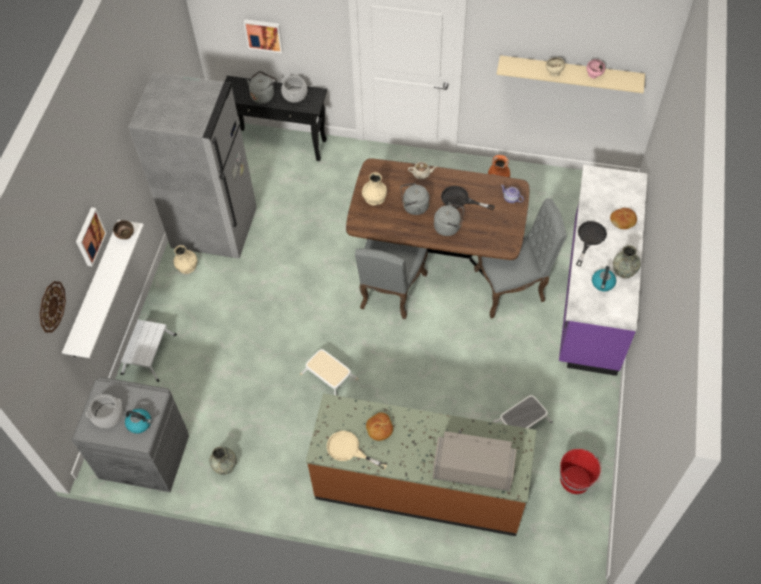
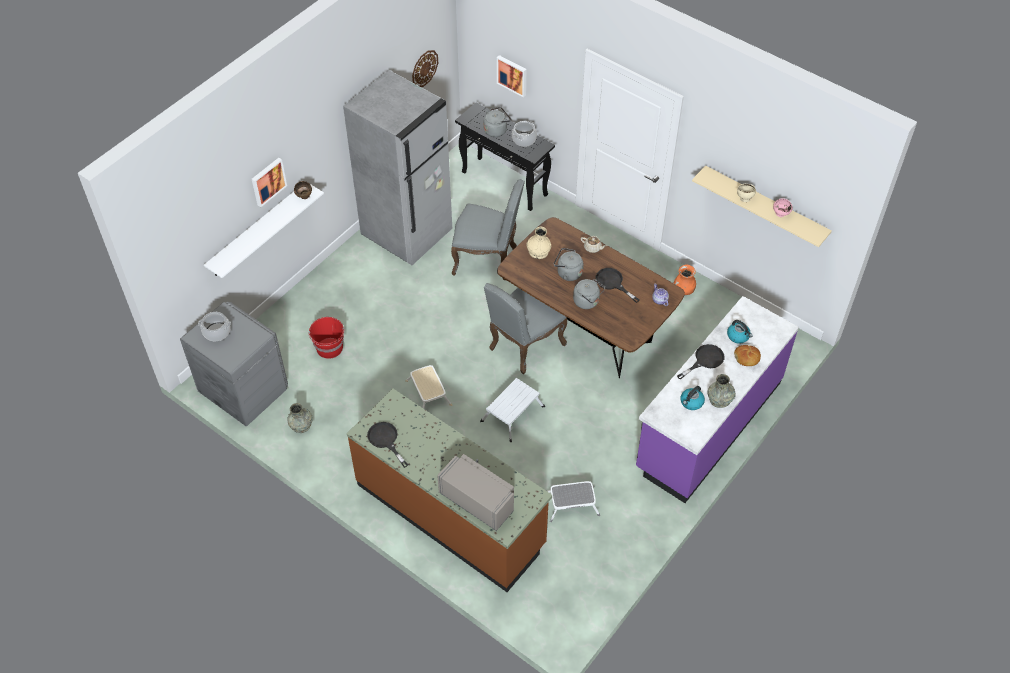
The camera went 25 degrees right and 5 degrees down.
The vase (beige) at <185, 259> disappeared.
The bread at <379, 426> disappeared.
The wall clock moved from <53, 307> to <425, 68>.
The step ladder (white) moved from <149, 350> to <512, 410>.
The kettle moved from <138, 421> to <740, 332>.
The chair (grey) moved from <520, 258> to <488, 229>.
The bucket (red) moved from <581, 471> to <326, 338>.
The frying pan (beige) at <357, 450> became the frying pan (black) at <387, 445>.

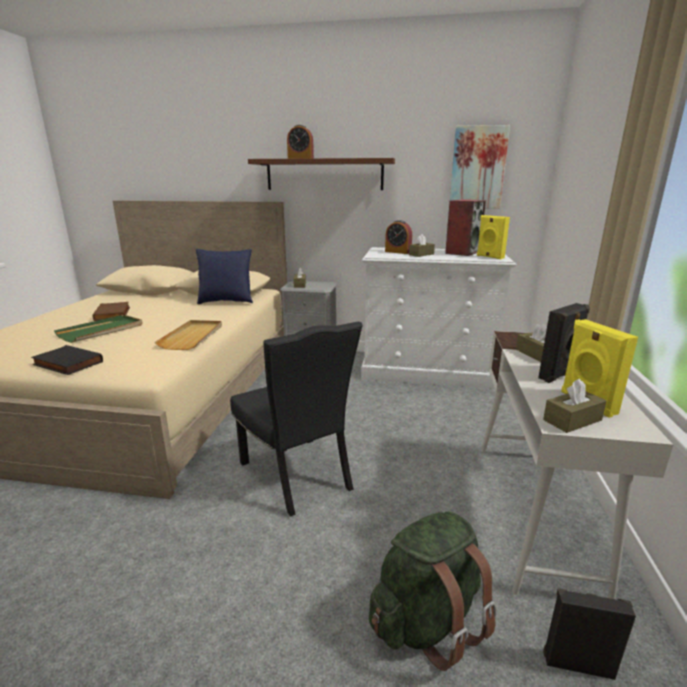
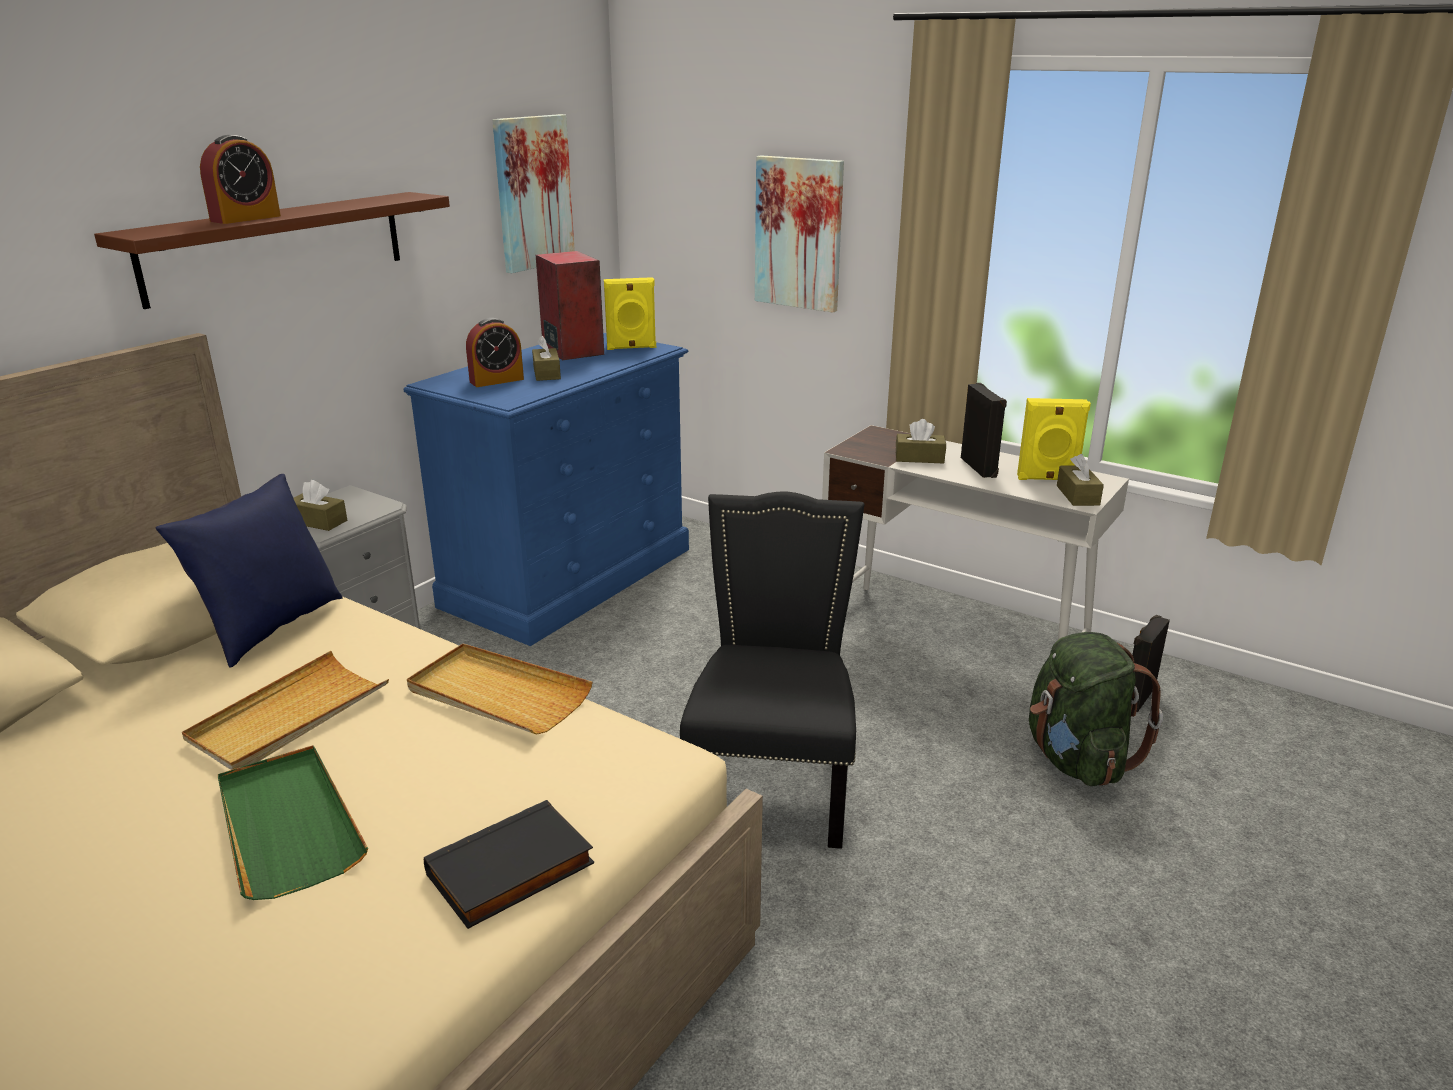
The camera went 65 degrees left and 5 degrees up.
The book (brown) at <111, 311> disappeared.
The tray (beige) at <285, 710> appeared.
The picture at <799, 234> appeared.
The dresser (white) at <439, 318> became the dresser (blue) at <546, 489>.
The chair (black) at <296, 419> turned 75 degrees counterclockwise.

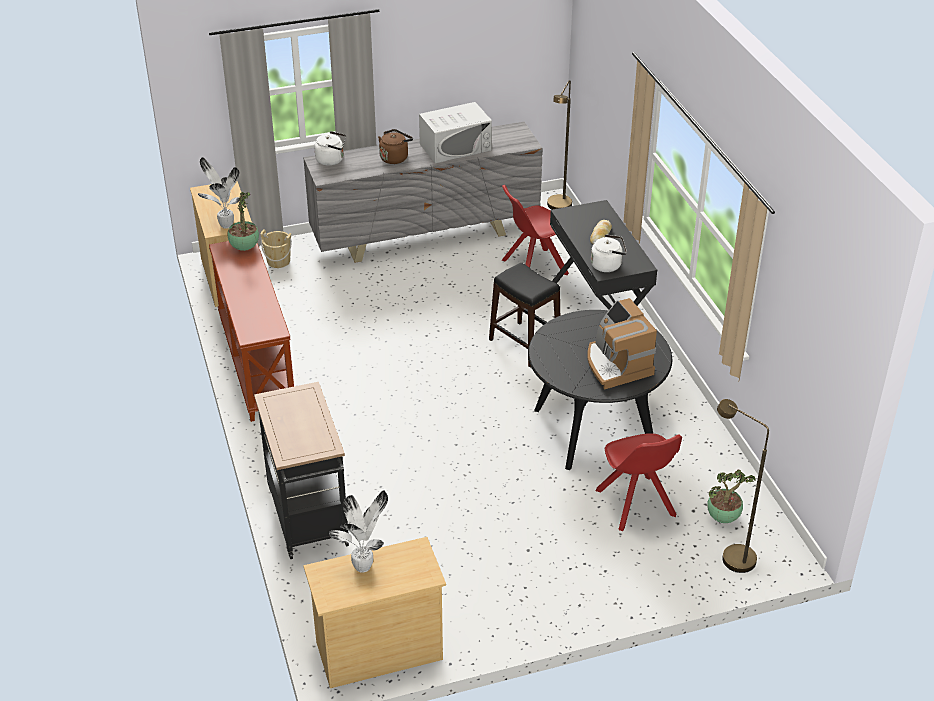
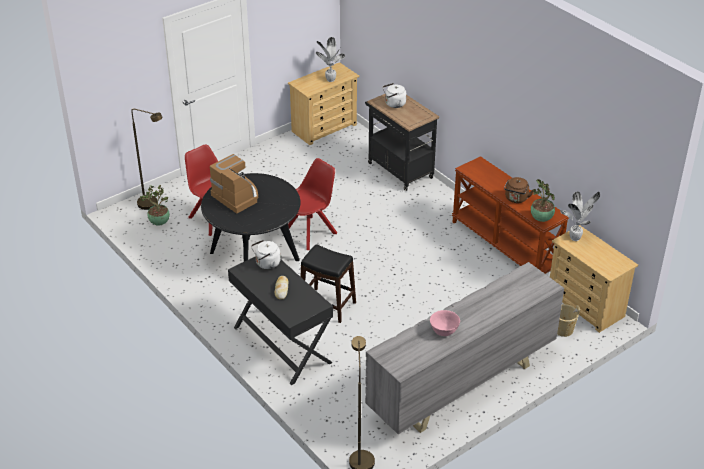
The camera went 160 degrees right and 0 degrees up.
The kettle (white) moved from <330, 148> to <394, 95>.
The kettle (brown) moved from <395, 146> to <518, 190>.
The chair (red) moved from <535, 230> to <312, 204>.
The microwave (white) at <455, 132> was replaced by the bowl (pink) at <445, 323>.

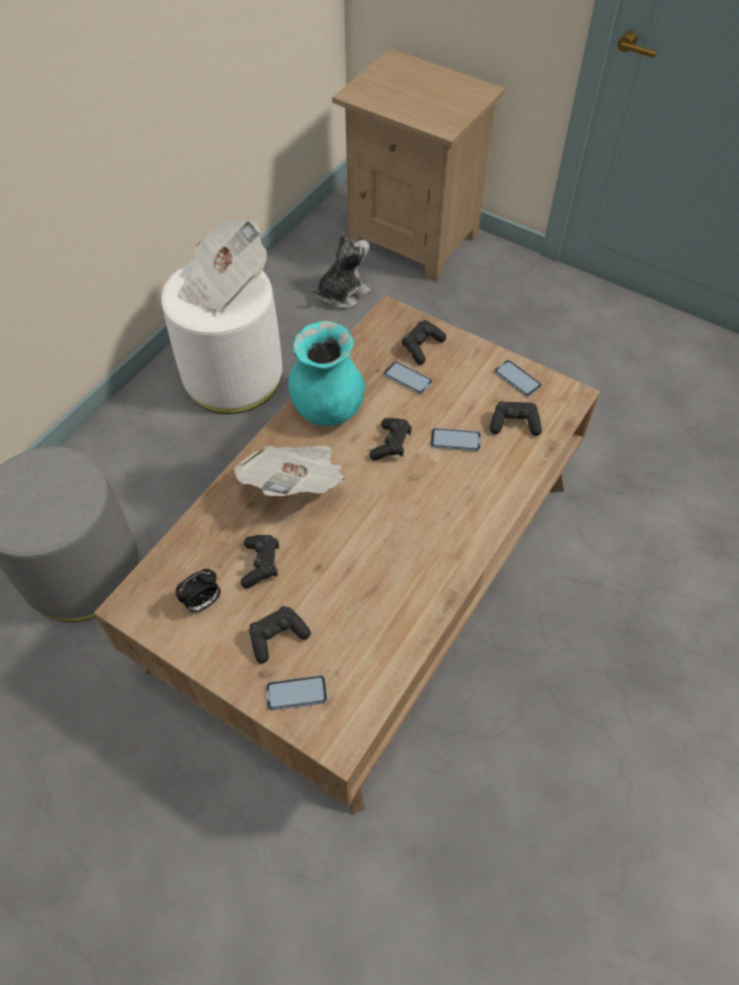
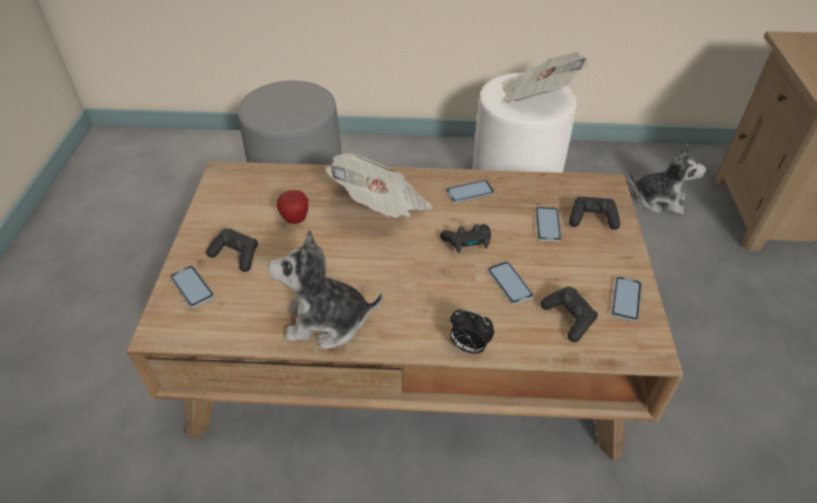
The camera went 60 degrees right and 10 degrees down.
The plush toy at <325, 289> appeared.
The alarm clock moved from <198, 590> to <472, 331>.
The game controller (black) at <260, 562> was replaced by the apple at <292, 207>.
The vase (turquoise) at <326, 373> was replaced by the phone at <470, 191>.

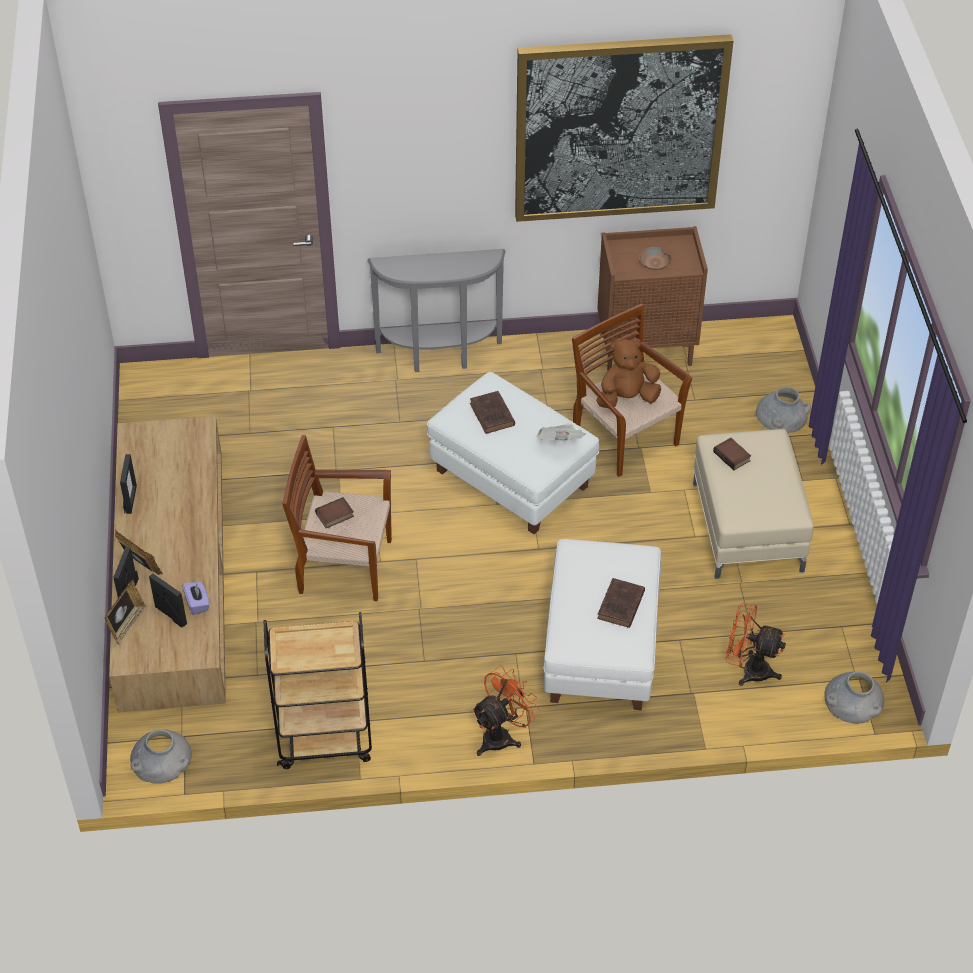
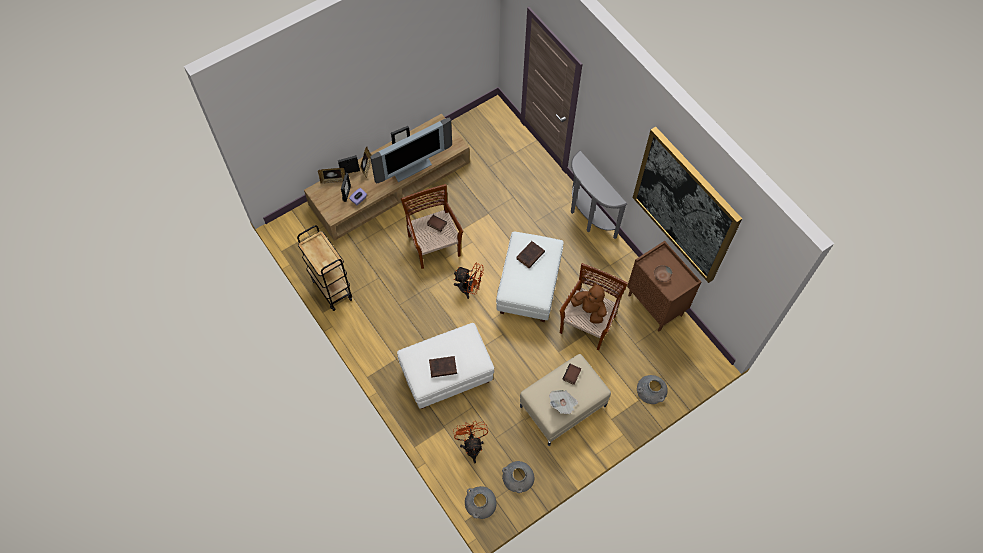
The camera went 60 degrees right and 15 degrees up.
The television at <411, 151> appeared.
The vase (grey) moved from <161, 756> to <518, 477>.
The fan (orange) moved from <506, 711> to <469, 281>.
The newspaper moved from <561, 433> to <563, 402>.

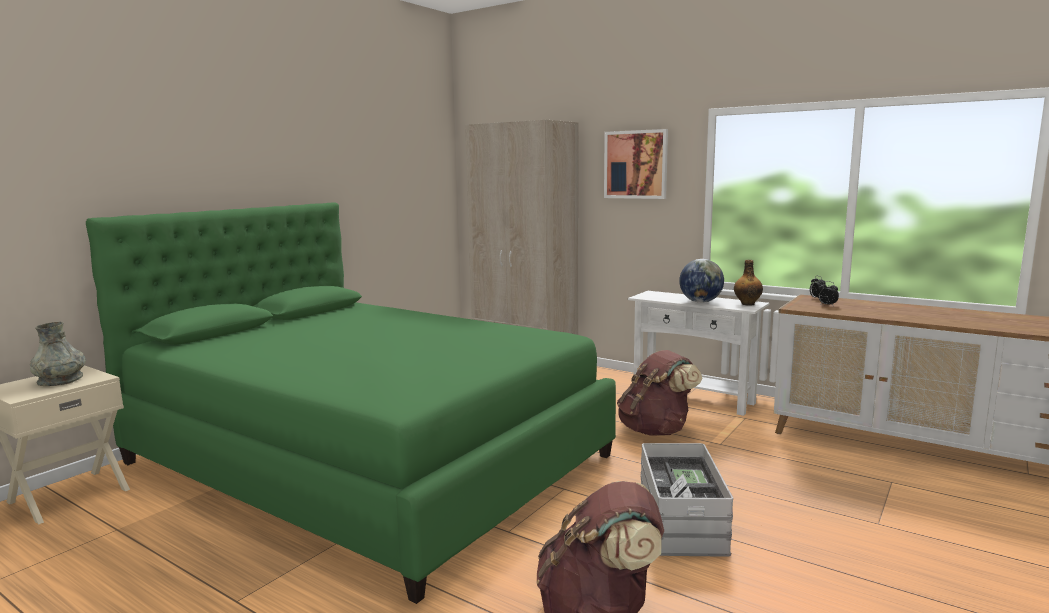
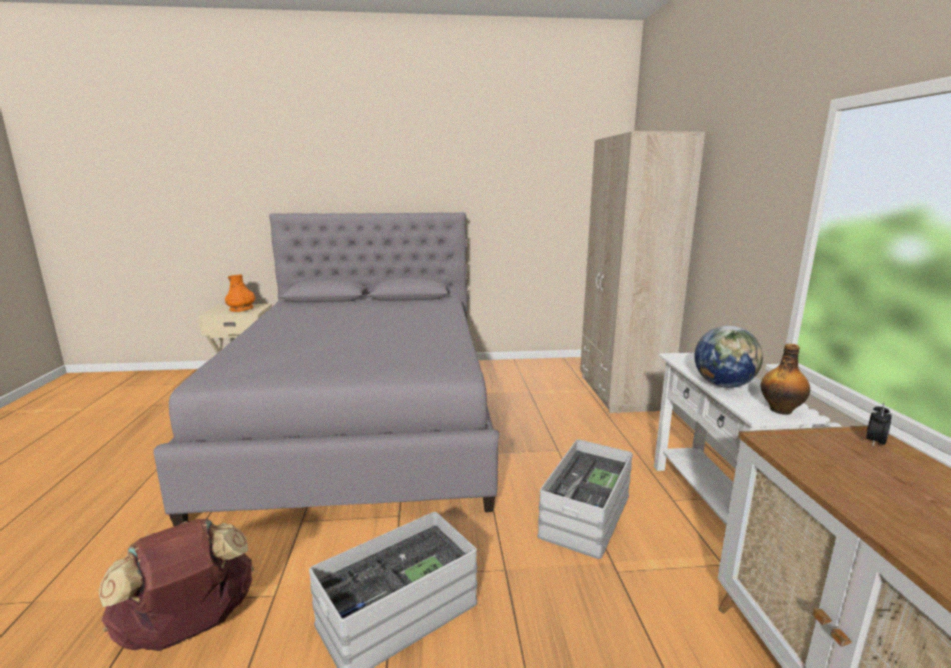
The camera went 50 degrees right and 5 degrees up.
The picture at <636, 164> disappeared.
The alarm clock at <828, 293> disappeared.
The backpack (brown) at <660, 392> was replaced by the storage box (grey) at <585, 499>.
The vase (grey) at <58, 354> became the vase (orange) at <240, 293>.
The bed (green) at <351, 403> became the bed (grey) at <326, 369>.

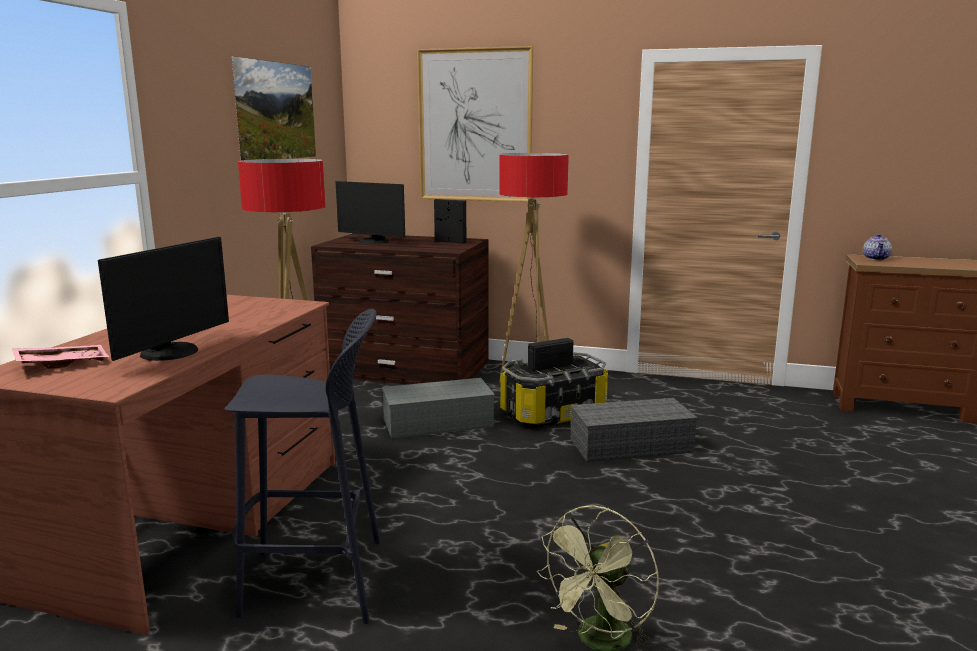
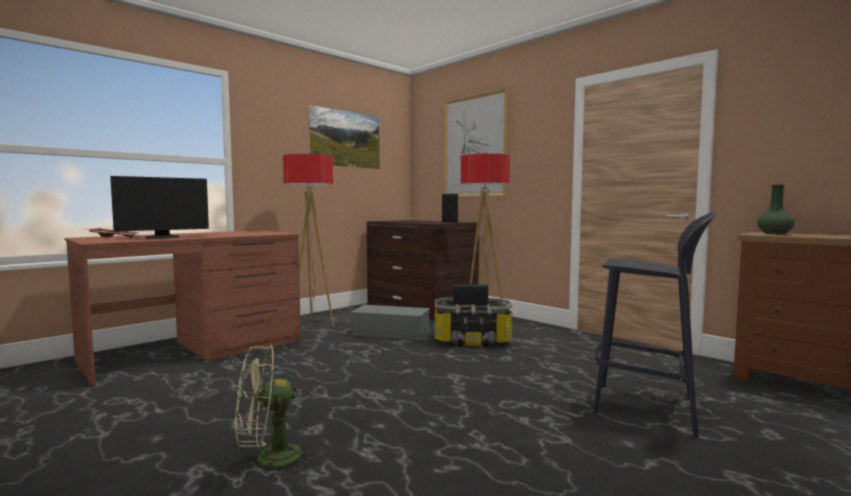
The camera went 30 degrees right and 10 degrees down.
The monitor at <370, 212> disappeared.
The storage box (grey) at <634, 430> disappeared.
The stool (grey) moved from <302, 466> to <655, 325>.
The teapot at <877, 247> was replaced by the vase (green) at <776, 209>.

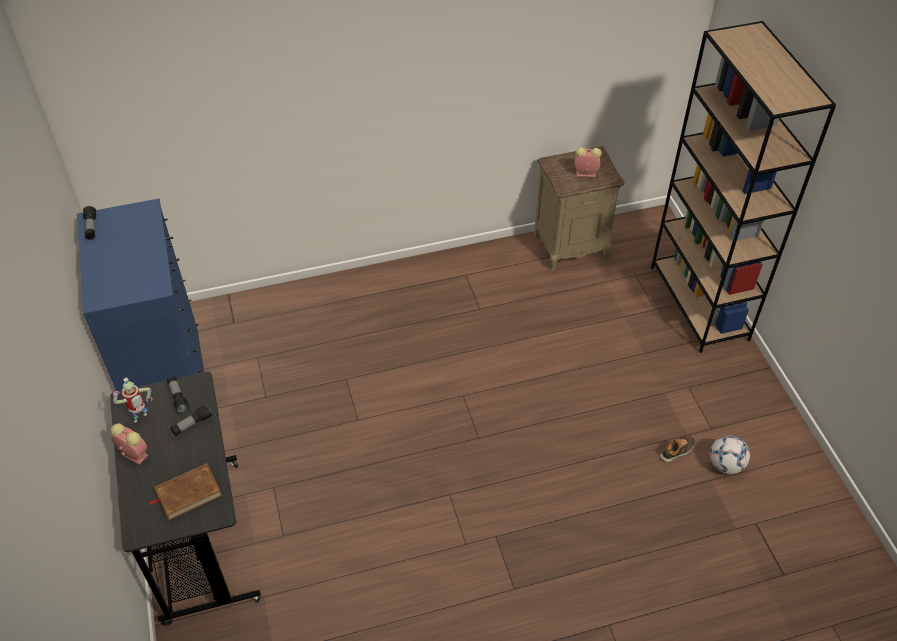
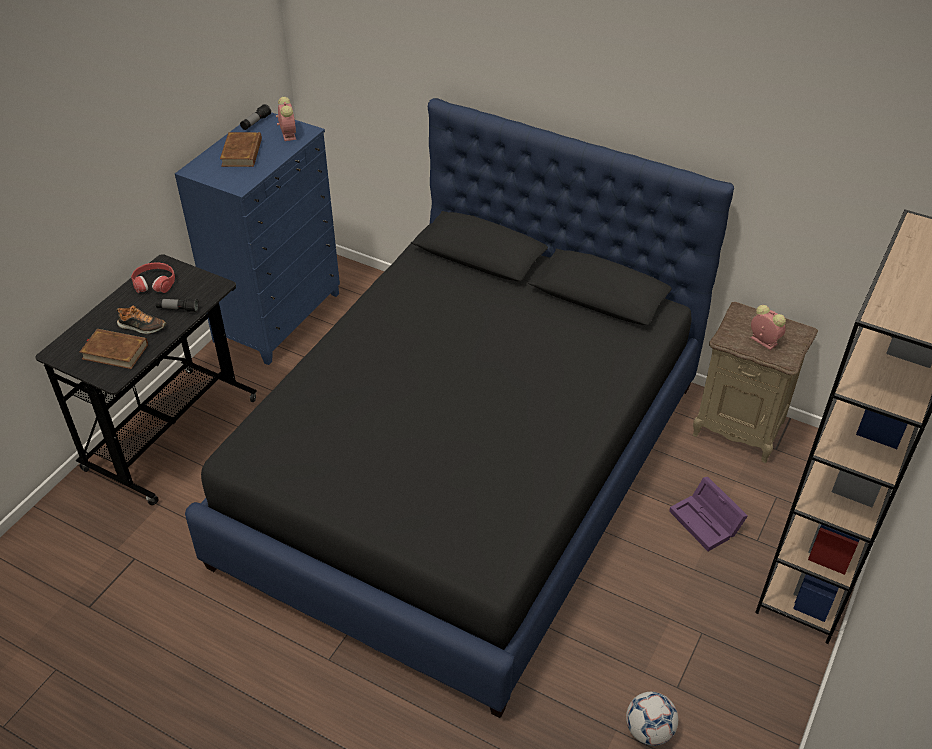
The camera went 45 degrees right and 5 degrees down.
The flashlight at <178, 394> disappeared.
The bed (black) at <459, 408> appeared.
The book (brown) at <241, 149> appeared.
The storage box (purple) at <708, 514> appeared.
The alarm clock moved from <129, 444> to <286, 119>.
The shoe moved from <677, 448> to <141, 319>.
The toy robot at <132, 399> was replaced by the headphones (red) at <153, 277>.

